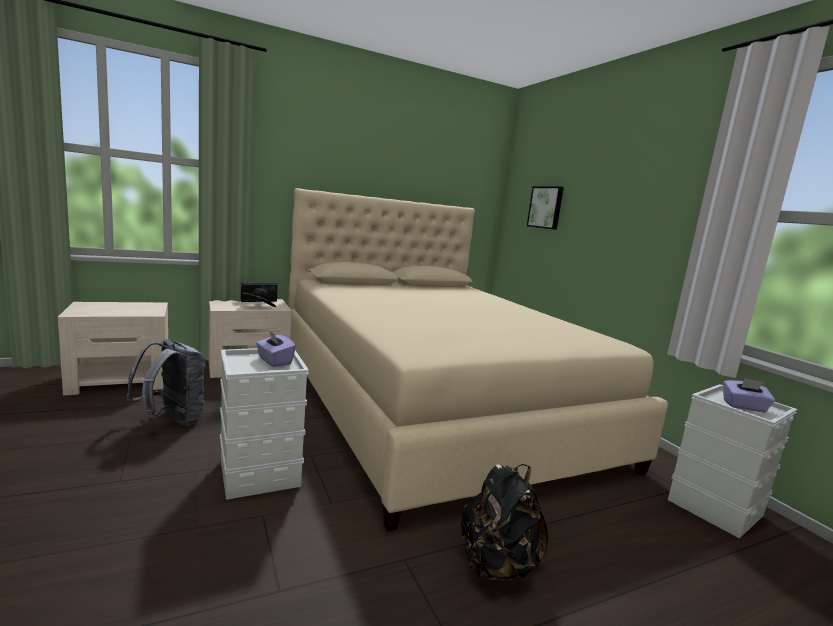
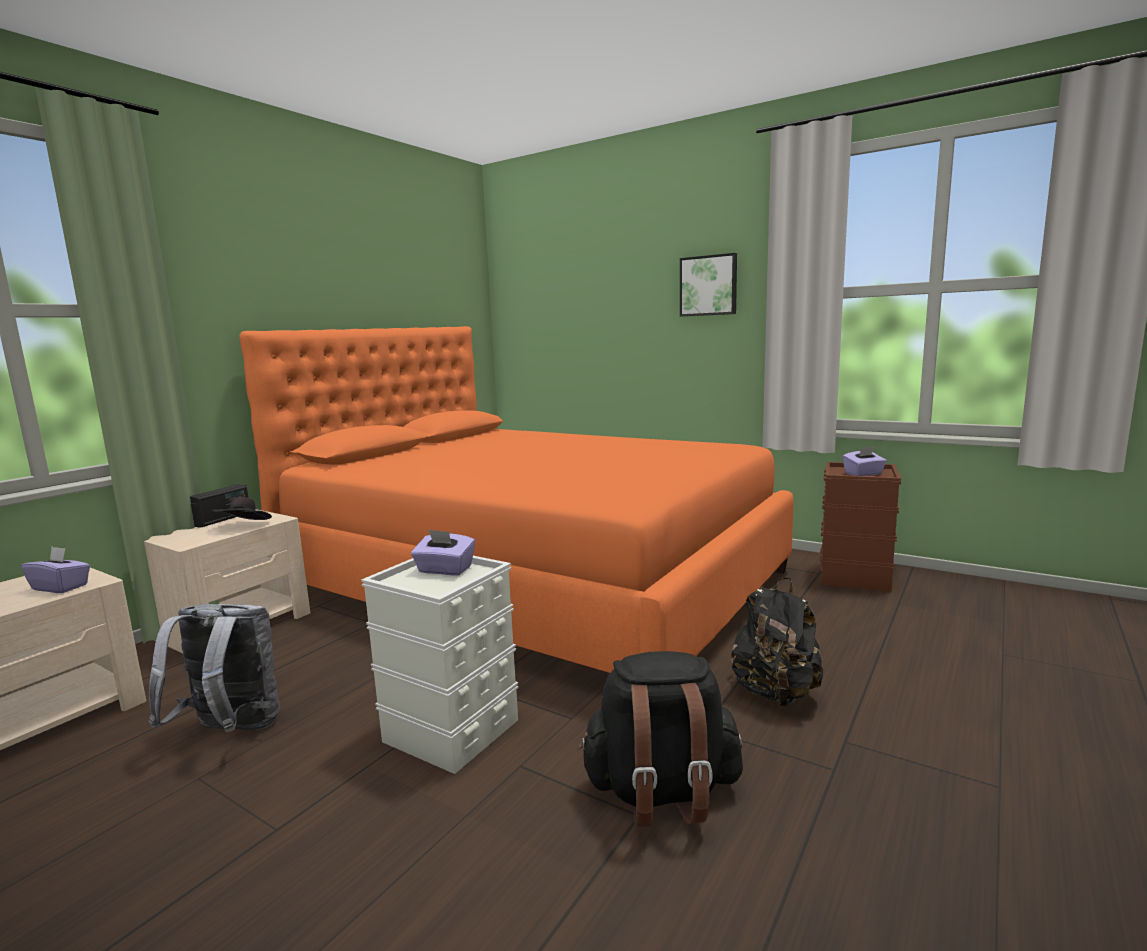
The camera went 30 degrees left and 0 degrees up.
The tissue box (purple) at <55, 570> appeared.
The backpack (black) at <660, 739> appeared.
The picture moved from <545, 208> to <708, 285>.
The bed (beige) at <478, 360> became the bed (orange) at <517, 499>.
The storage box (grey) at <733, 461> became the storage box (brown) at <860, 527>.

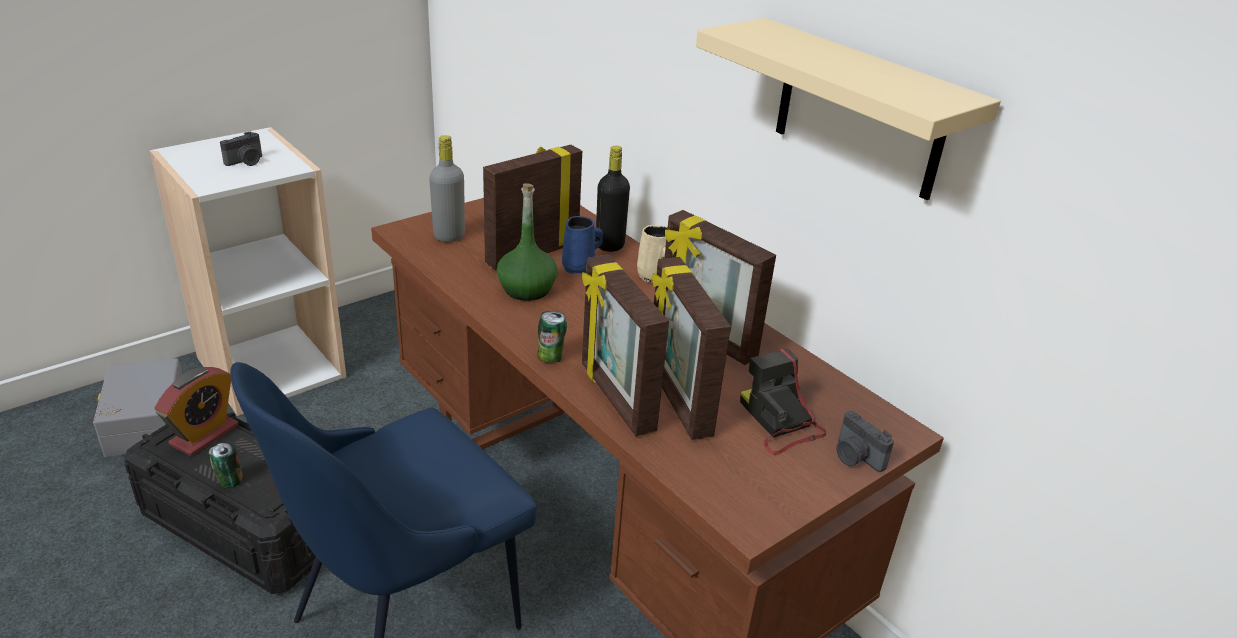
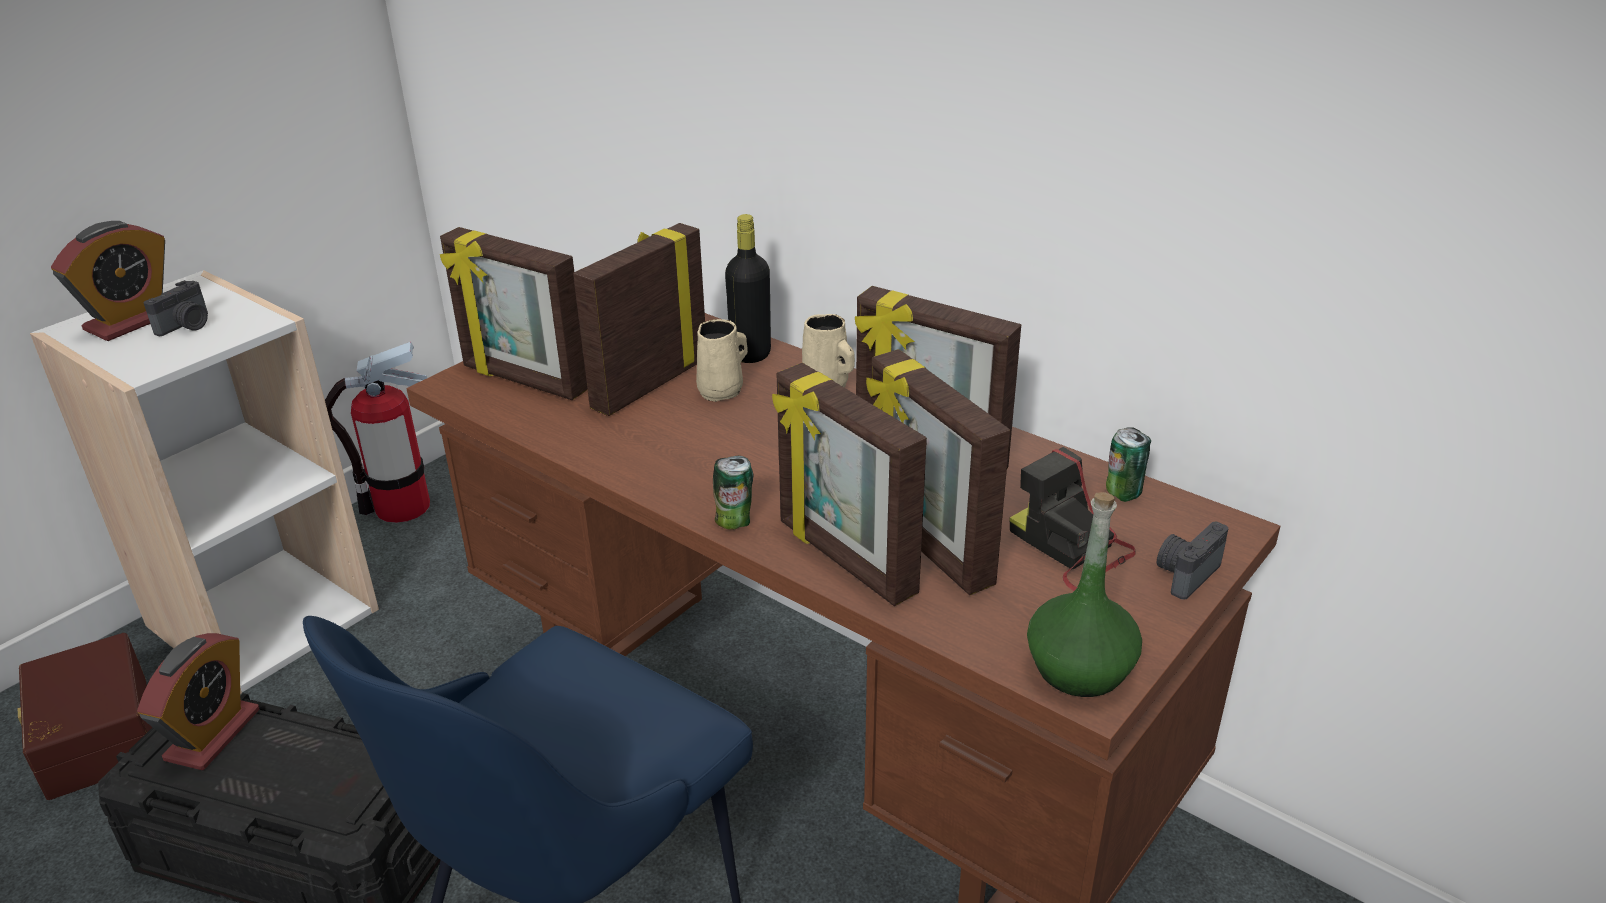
The camera went 10 degrees left and 0 degrees up.
The shelf (beige) at <848, 109> disappeared.
The alarm clock at <108, 281> appeared.
The fire extinguisher at <377, 432> appeared.
The can moved from <226, 465> to <1128, 464>.
The bottle (green) moved from <527, 242> to <1084, 594>.
The bottle (grey) at <447, 188> was replaced by the picture frame at <514, 313>.
The storage box (grey) at <137, 407> became the storage box (brown) at <84, 716>.
The mug (blue) at <582, 245> became the mug (beige) at <722, 360>.
The photo camera at <865, 441> turned 90 degrees clockwise.

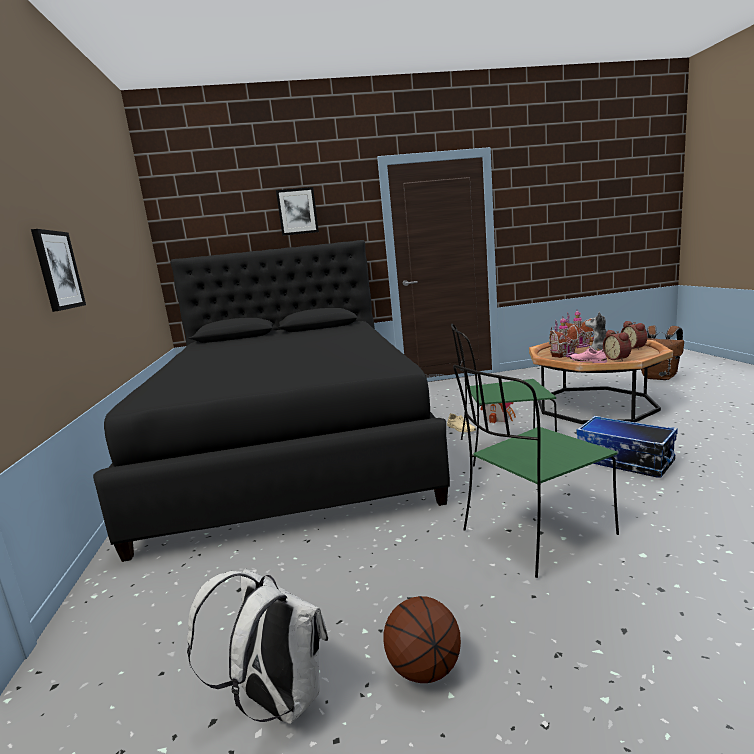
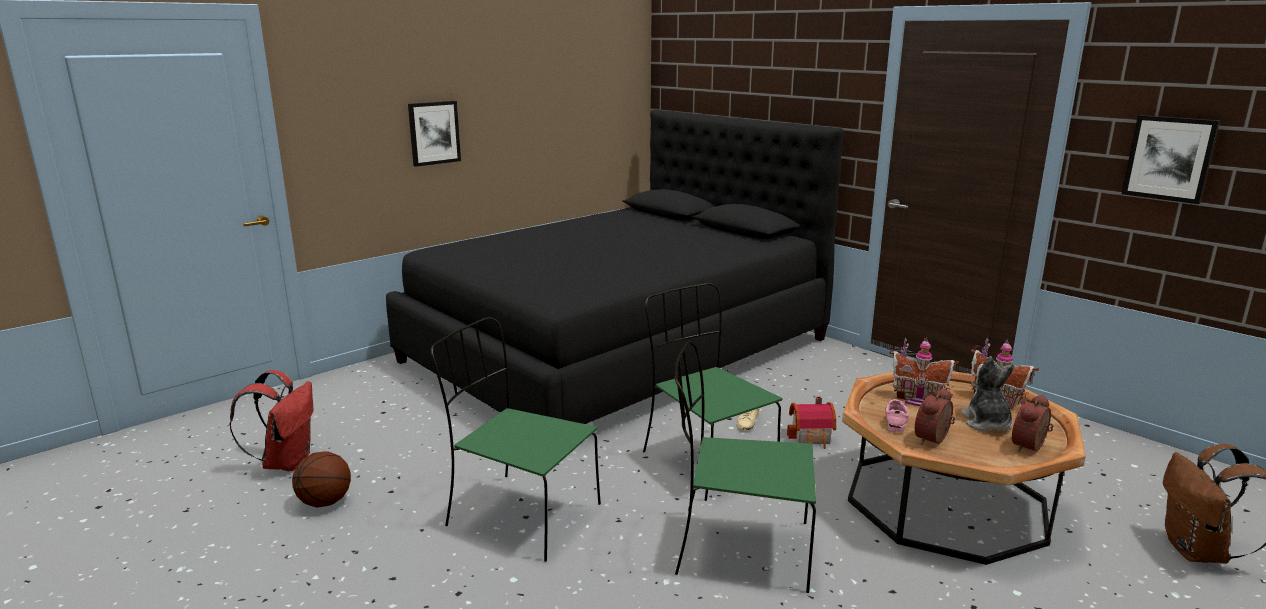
The camera went 55 degrees right and 5 degrees up.
The picture moved from <297, 211> to <1171, 159>.
The storage box at <627, 447> was replaced by the chair (green) at <745, 467>.
The backpack (white) at <257, 646> became the backpack (red) at <271, 420>.

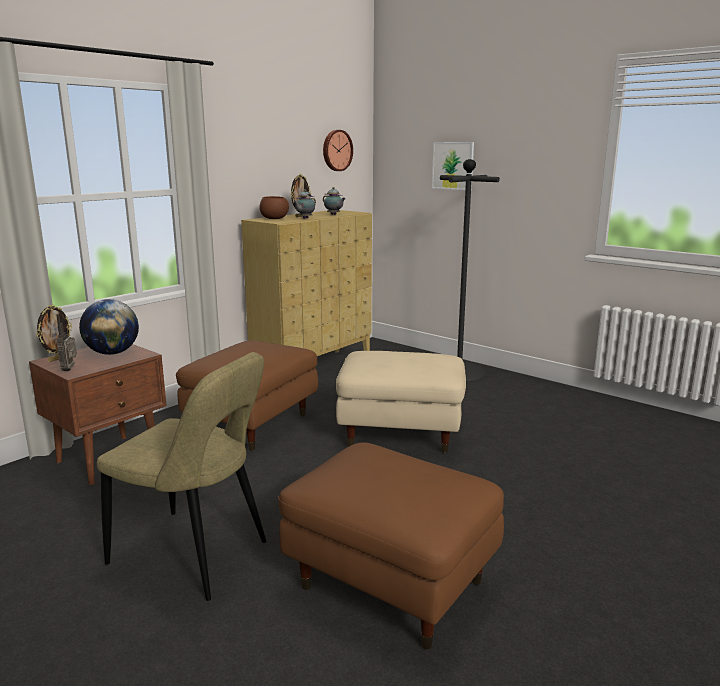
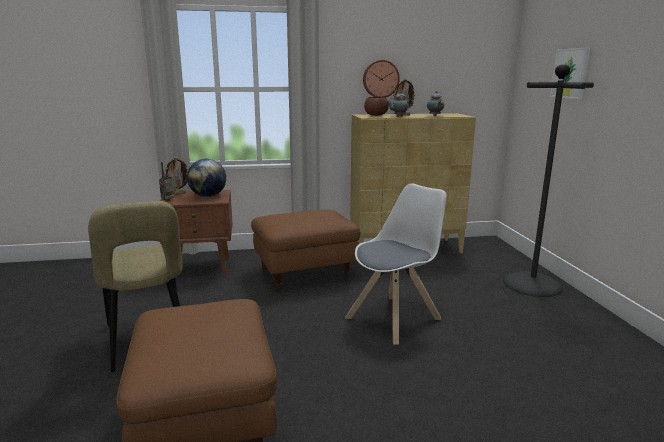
The camera went 40 degrees right and 0 degrees up.
The wall clock moved from <338, 150> to <381, 78>.
The ottoman (beige) at <401, 402> was replaced by the chair at <396, 264>.

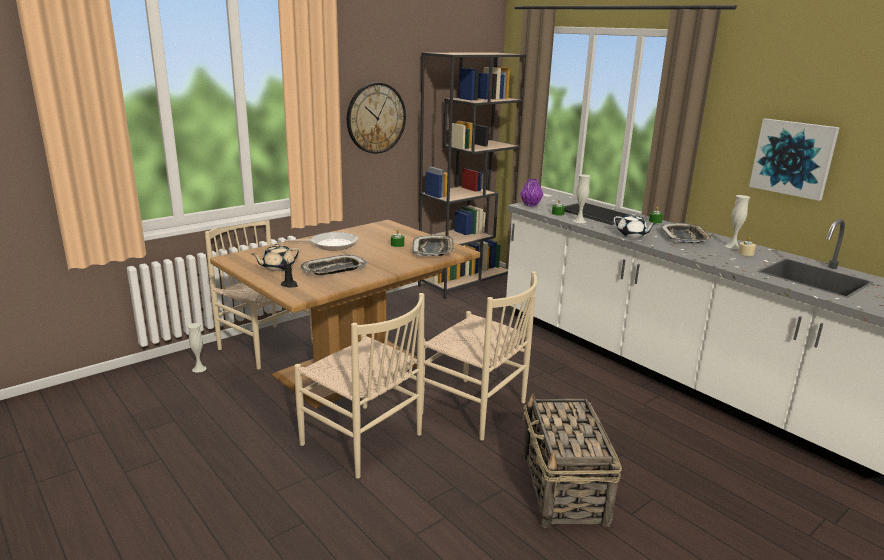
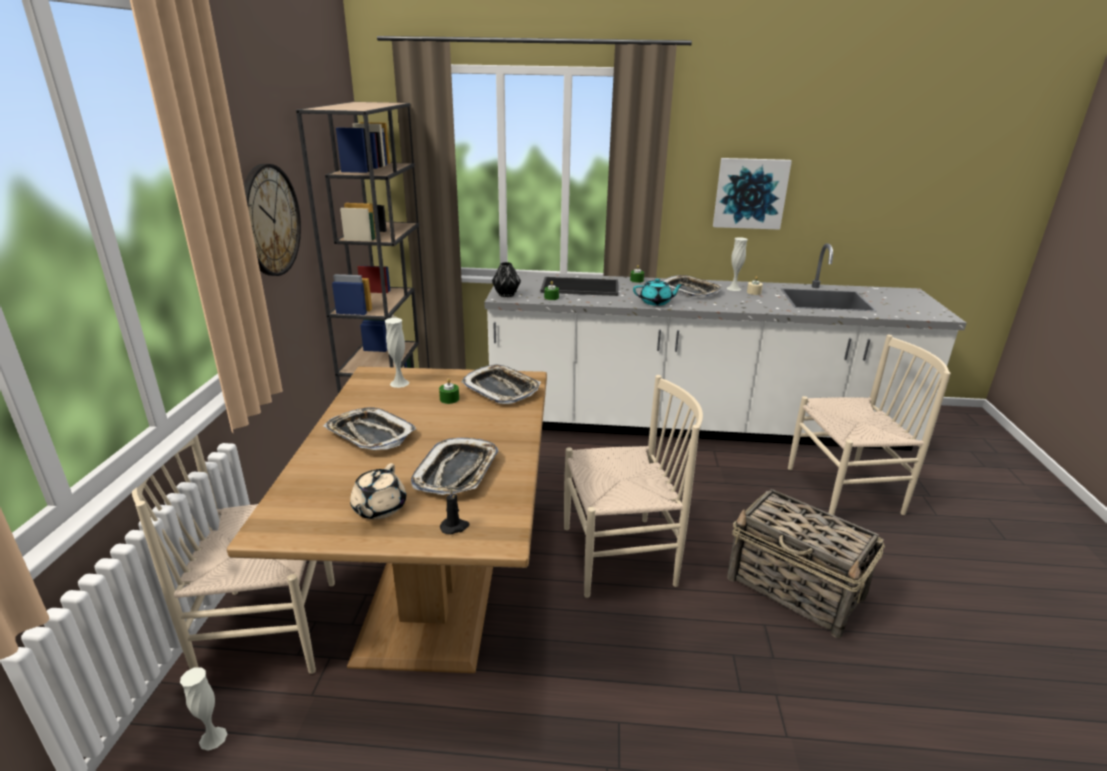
The camera went 45 degrees left and 5 degrees up.
The chair (beige) moved from <359, 385> to <869, 424>.
The vase (white) moved from <582, 198> to <397, 353>.
The frying pan at <321, 241> was replaced by the tray at <369, 428>.
The vase (purple) at <532, 193> became the vase (black) at <506, 279>.
The teapot (white) at <634, 225> became the teapot (turquoise) at <658, 292>.

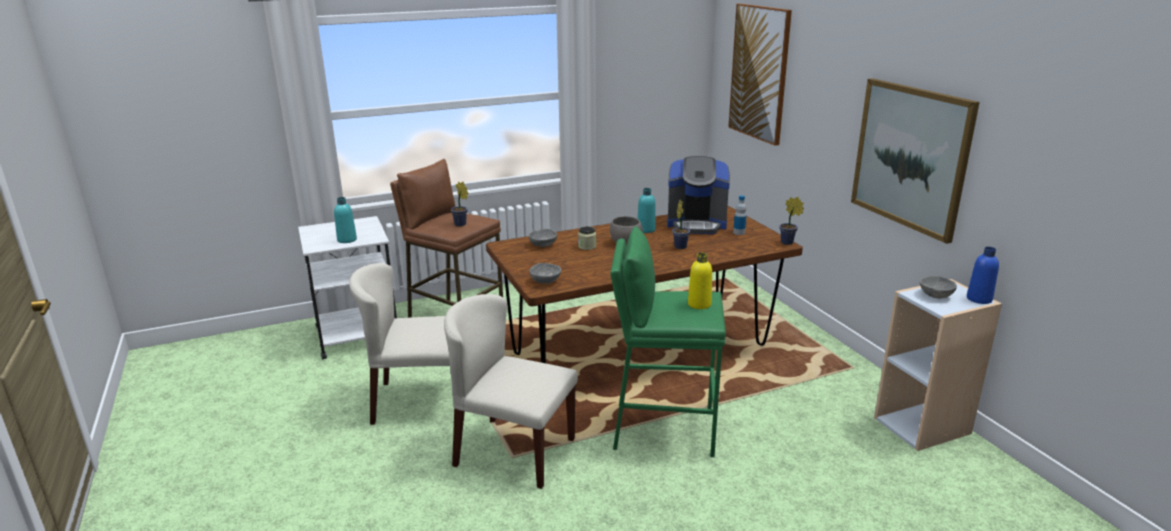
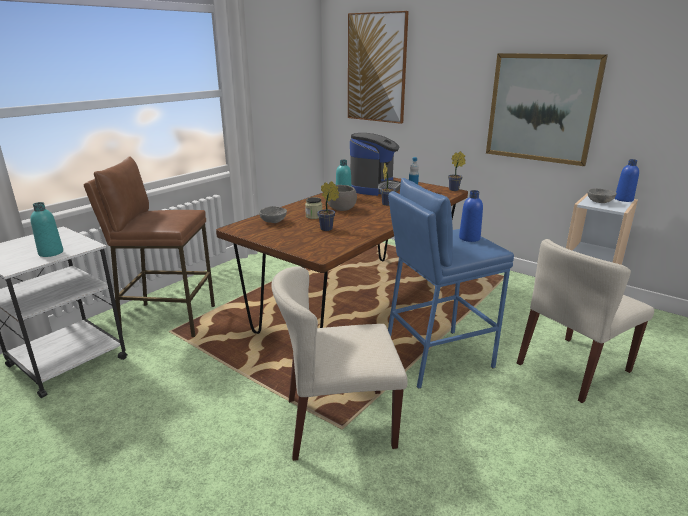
The camera went 30 degrees left and 0 degrees up.
The bowl (grey) at <545, 273> disappeared.
The chair (beige) moved from <399, 344> to <585, 321>.
The potted plant moved from <459, 204> to <328, 206>.
The stool (green) at <668, 341> became the stool (blue) at <451, 283>.
The bottle (yellow) at <700, 281> became the bottle (blue) at <471, 216>.
The coffee machine at <698, 195> turned 45 degrees counterclockwise.

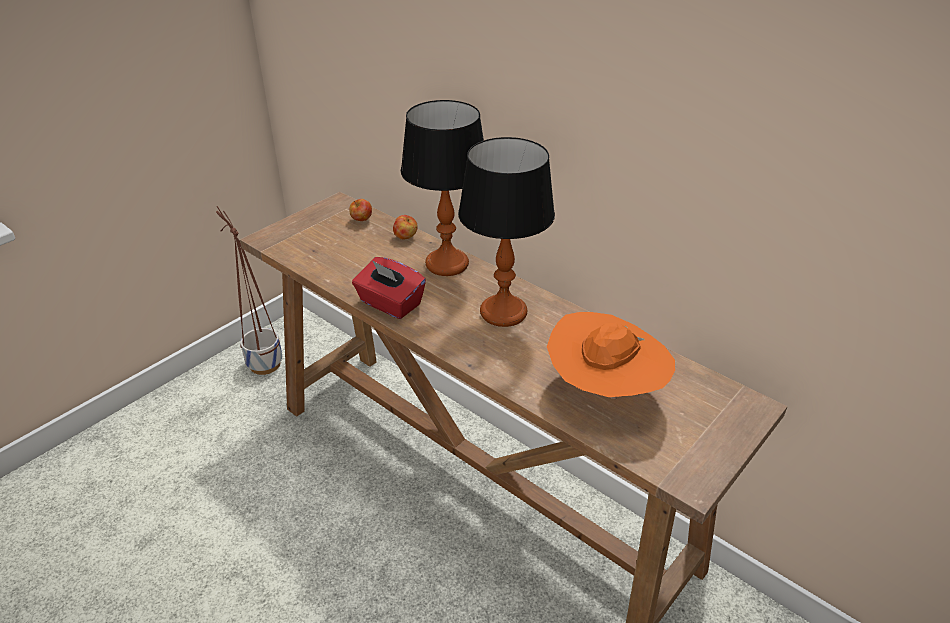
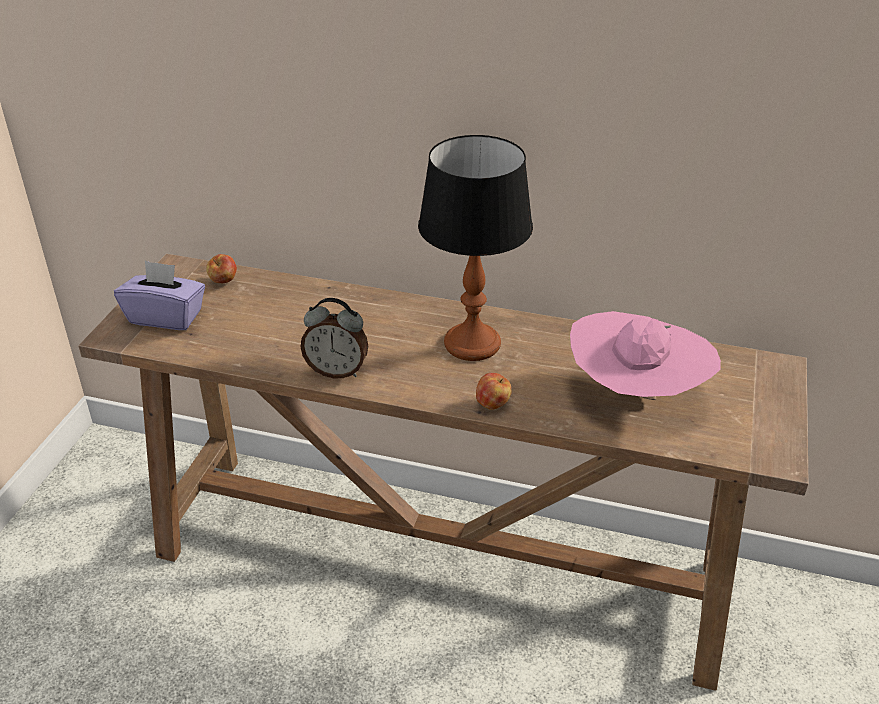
The camera went 25 degrees left and 0 degrees up.
The planter at <249, 290> disappeared.
The table lamp at <442, 188> disappeared.
The tissue box (purple) at <159, 295> appeared.
The apple moved from <405, 227> to <494, 391>.
The tissue box (red) at <389, 288> was replaced by the alarm clock at <334, 338>.
The hat (orange) at <611, 355> became the hat (pink) at <645, 355>.

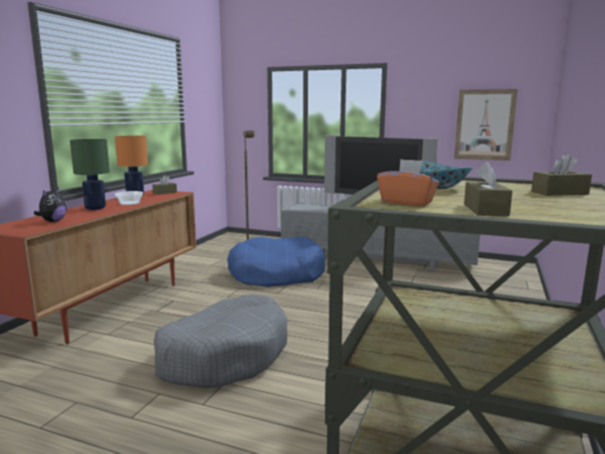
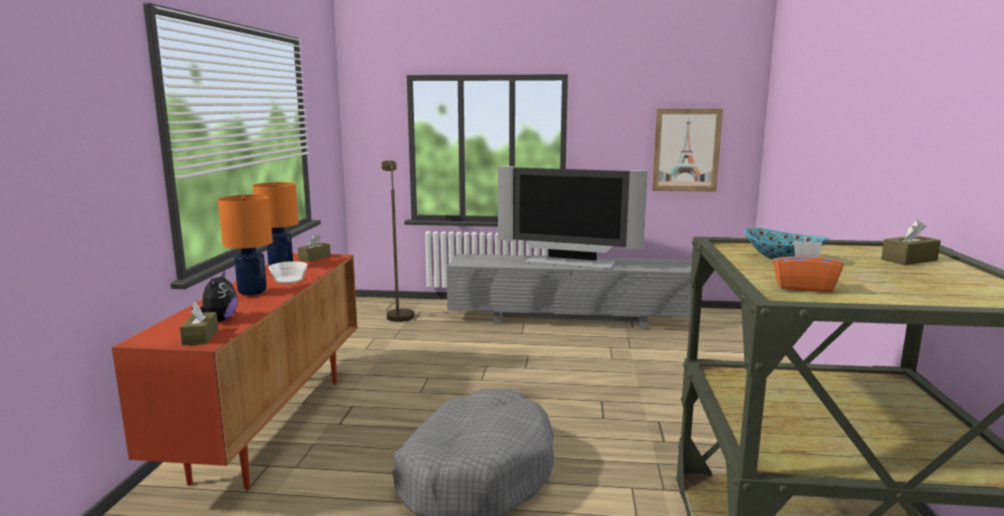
The camera went 15 degrees left and 0 degrees up.
The dog bed (blue) at <276, 261> disappeared.
The tissue box (brown) moved from <488, 188> to <199, 323>.
The table lamp (green) at <90, 174> became the table lamp (orange) at <245, 245>.

